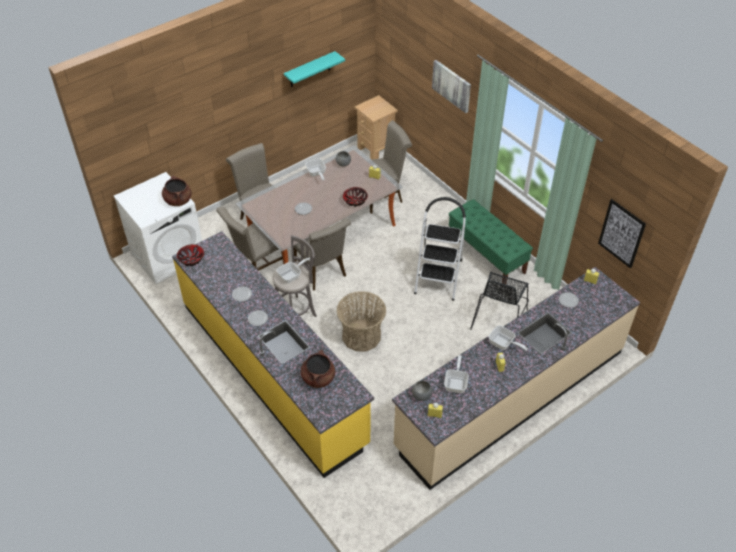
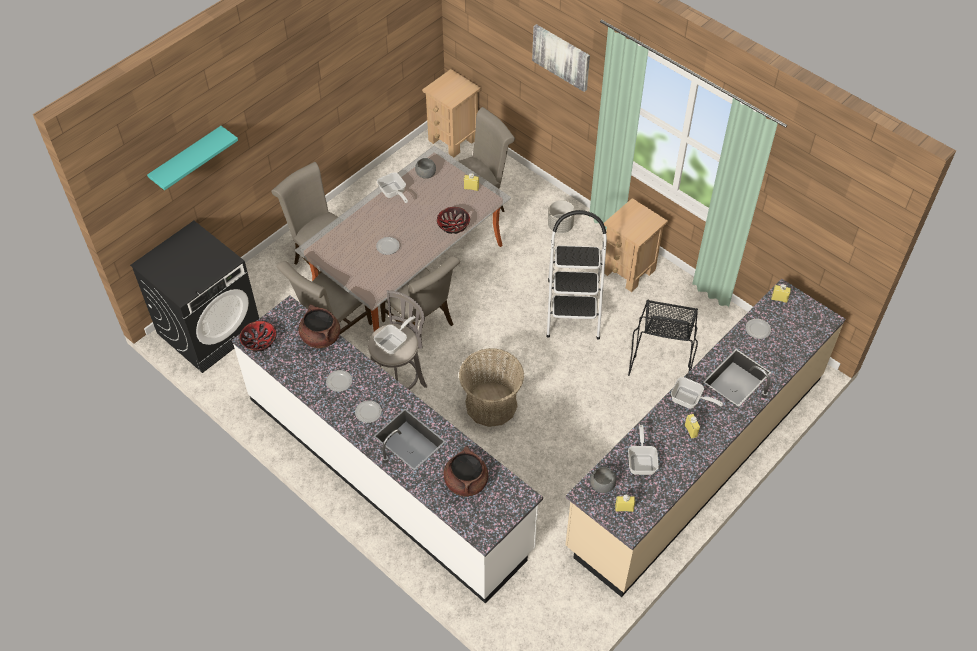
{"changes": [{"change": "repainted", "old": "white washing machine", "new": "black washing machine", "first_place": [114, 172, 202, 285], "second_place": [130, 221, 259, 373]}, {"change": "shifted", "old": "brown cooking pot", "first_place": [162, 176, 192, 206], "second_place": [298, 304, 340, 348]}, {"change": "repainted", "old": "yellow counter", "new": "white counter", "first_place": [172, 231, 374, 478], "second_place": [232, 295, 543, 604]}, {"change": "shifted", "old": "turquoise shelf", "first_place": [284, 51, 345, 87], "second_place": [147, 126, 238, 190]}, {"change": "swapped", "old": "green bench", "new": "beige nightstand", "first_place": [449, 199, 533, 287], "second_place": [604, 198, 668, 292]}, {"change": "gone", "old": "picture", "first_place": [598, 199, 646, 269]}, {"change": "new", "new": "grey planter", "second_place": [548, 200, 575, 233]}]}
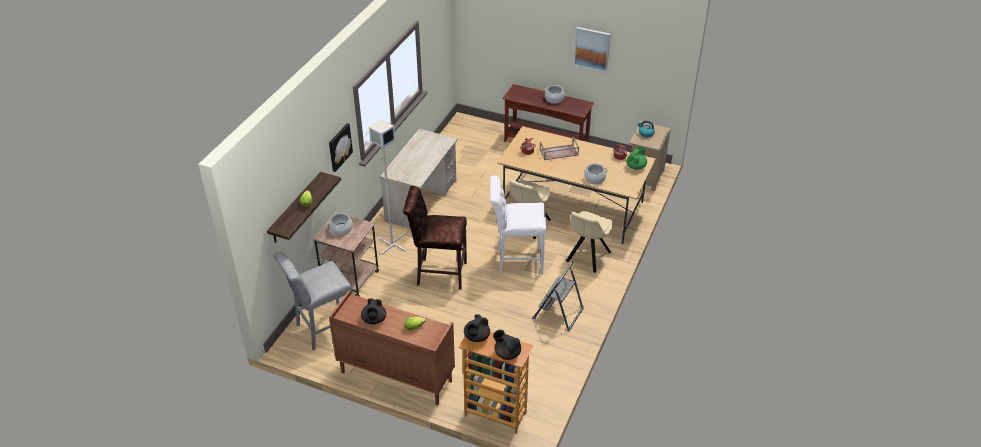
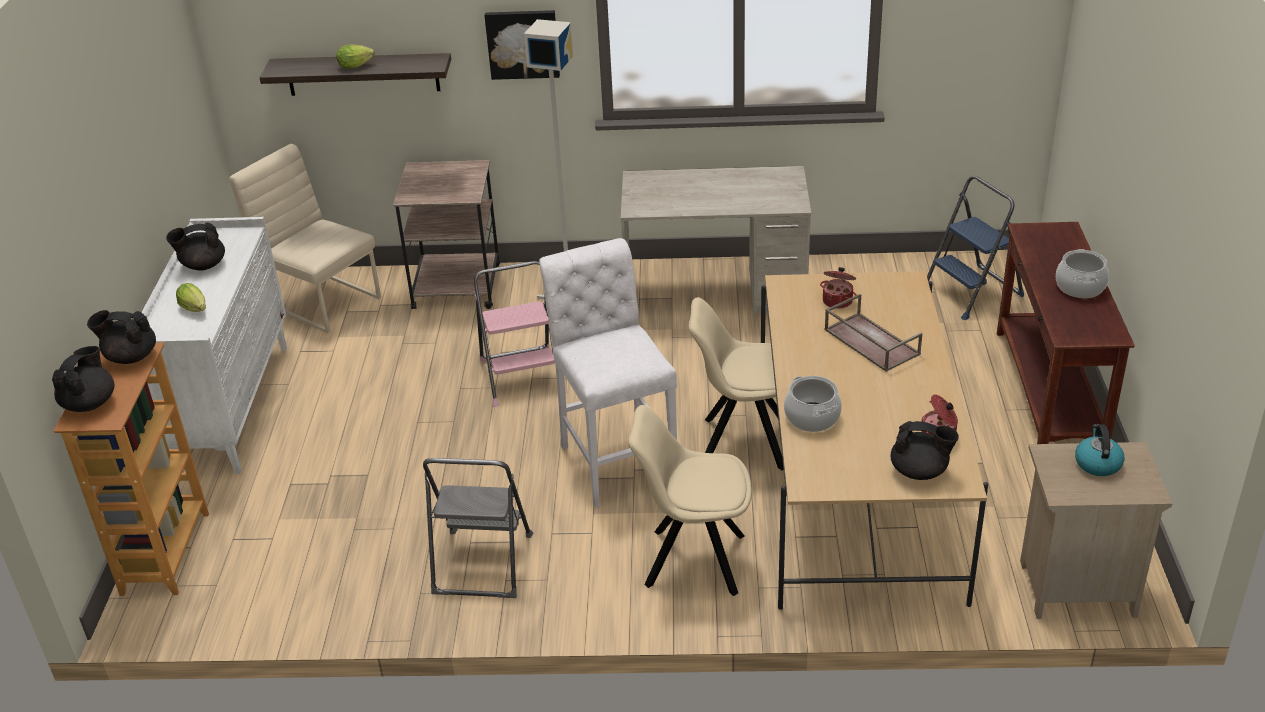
{"changes": [{"change": "swapped", "old": "grey stool", "new": "beige chair", "first_place": [274, 252, 352, 350], "second_place": [229, 144, 381, 333]}, {"change": "gone", "old": "cooking pot", "first_place": [329, 212, 353, 236]}, {"change": "repainted", "old": "brown cabinet", "new": "white cabinet", "first_place": [329, 290, 455, 406], "second_place": [141, 217, 287, 474]}, {"change": "swapped", "old": "brown stool", "new": "pink step ladder", "first_place": [403, 186, 467, 289], "second_place": [474, 261, 567, 407]}, {"change": "gone", "old": "picture", "first_place": [574, 27, 611, 72]}, {"change": "repainted", "old": "green teapot", "new": "black teapot", "first_place": [626, 146, 647, 170], "second_place": [891, 421, 959, 480]}, {"change": "new", "new": "blue step ladder", "second_place": [927, 176, 1024, 320]}]}
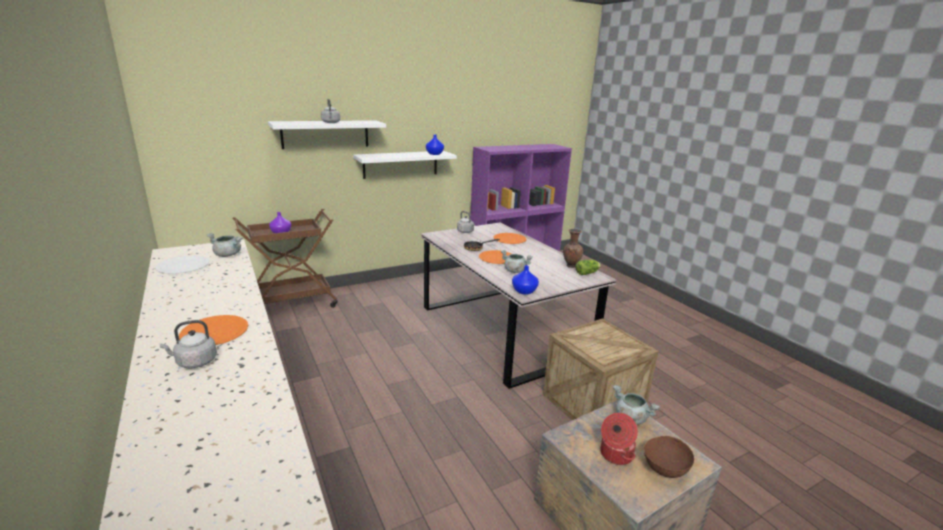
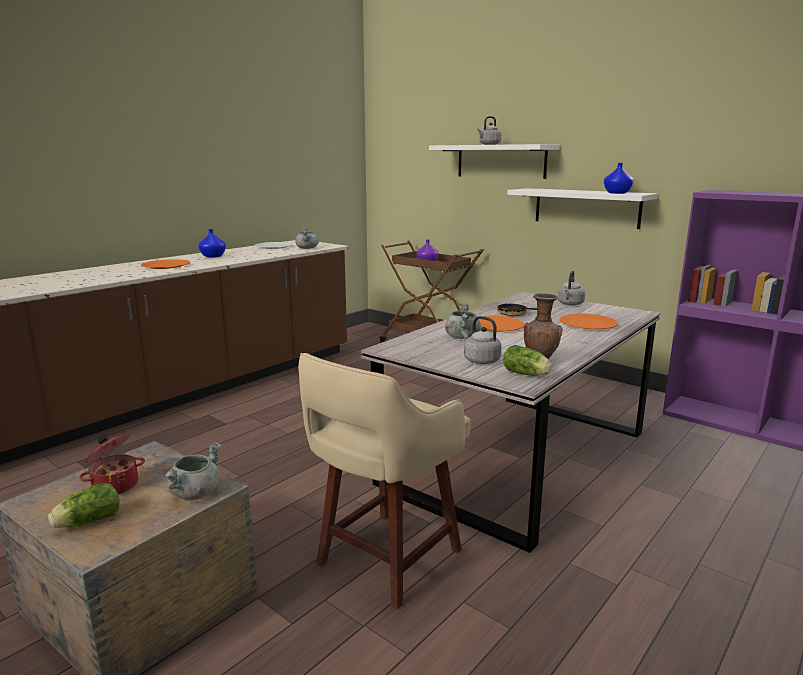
{"changes": [{"change": "shifted", "old": "grey kettle", "first_place": [159, 320, 217, 368], "second_place": [462, 316, 502, 364]}, {"change": "shifted", "old": "blue vase", "first_place": [512, 265, 539, 295], "second_place": [198, 229, 226, 258]}, {"change": "swapped", "old": "crate", "new": "beige stool", "first_place": [543, 319, 659, 420], "second_place": [298, 353, 471, 609]}, {"change": "swapped", "old": "brown bowl", "new": "lettuce", "first_place": [644, 436, 694, 478], "second_place": [48, 483, 120, 528]}]}
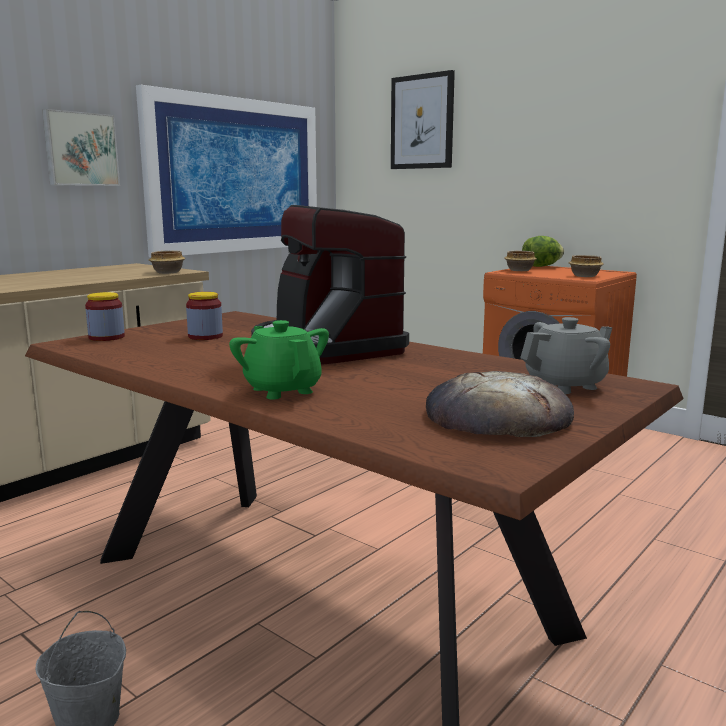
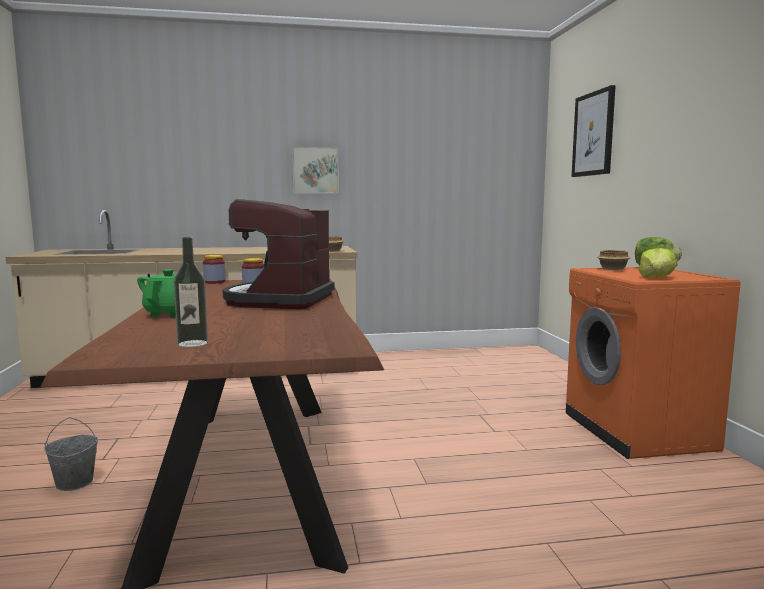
{"changes": [{"change": "gone", "old": "picture", "first_place": [136, 85, 317, 257]}, {"change": "swapped", "old": "bread", "new": "bottle", "first_place": [426, 371, 574, 437], "second_place": [174, 237, 208, 347]}, {"change": "gone", "old": "grey teapot", "first_place": [520, 317, 612, 394]}, {"change": "swapped", "old": "bowl", "new": "lettuce", "first_place": [569, 255, 604, 277], "second_place": [638, 248, 677, 277]}]}
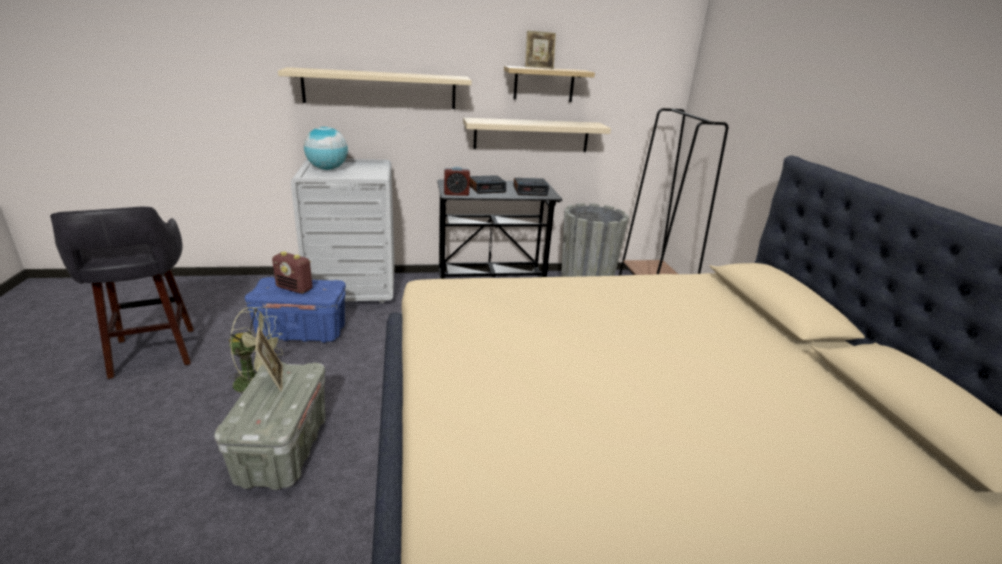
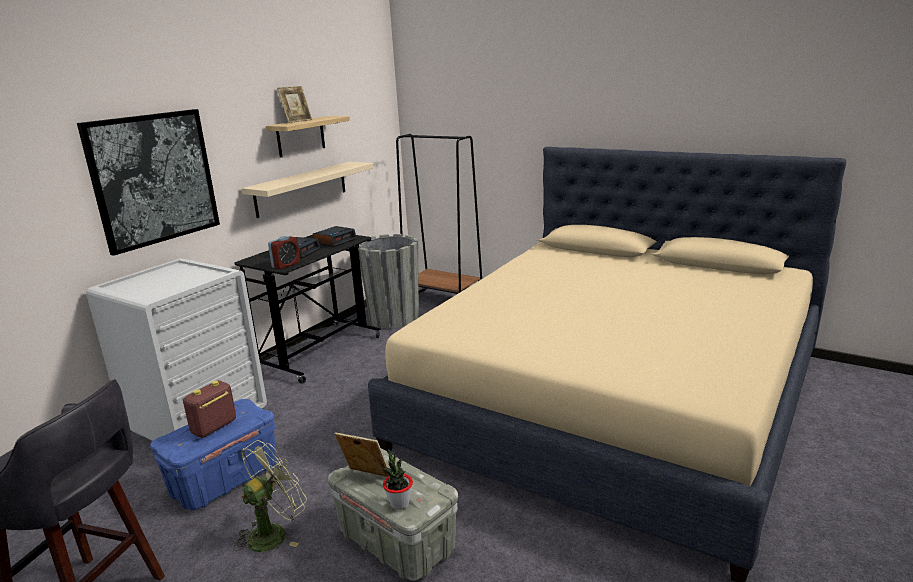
{"changes": [{"change": "rotated", "old": "radio", "first_place": [272, 251, 312, 294], "second_place": [183, 380, 236, 438], "degrees": 150}, {"change": "swapped", "old": "beige shelf", "new": "picture", "first_place": [278, 67, 472, 109], "second_place": [77, 109, 220, 256]}, {"change": "gone", "old": "globe", "first_place": [304, 127, 348, 170]}, {"change": "new", "new": "potted plant", "second_place": [382, 449, 413, 510]}]}
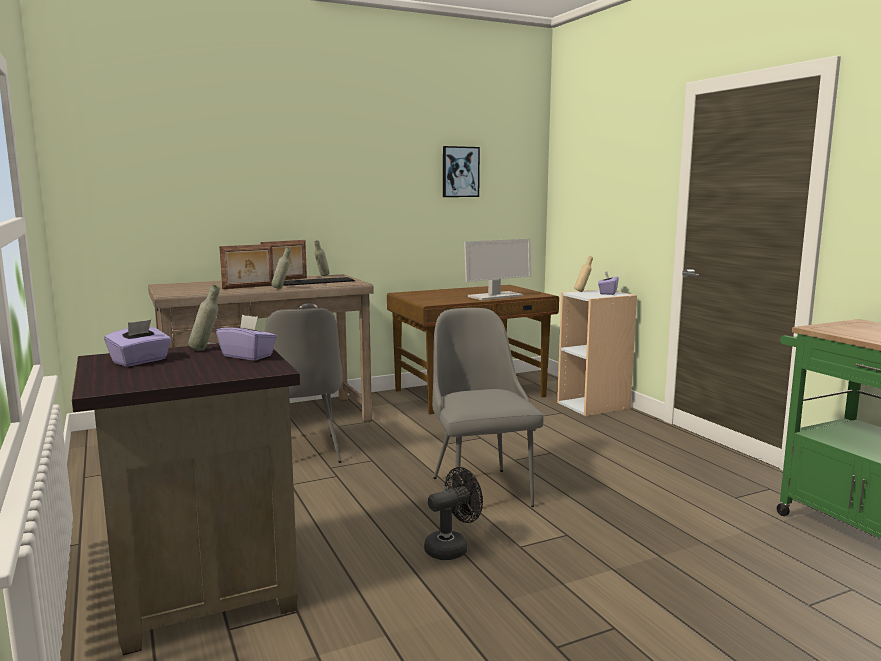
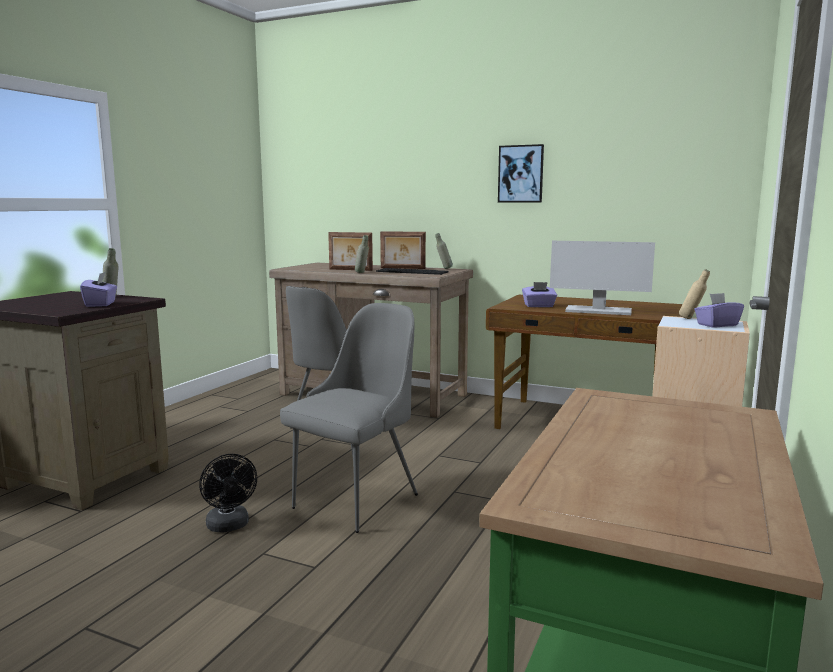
{"changes": [{"change": "shifted", "old": "purple tissue box", "first_place": [104, 320, 171, 367], "second_place": [522, 282, 557, 307]}, {"change": "rotated", "old": "black fan", "first_place": [424, 467, 483, 560], "second_place": [199, 454, 257, 532], "degrees": 45}, {"change": "shifted", "old": "picture", "first_place": [443, 146, 480, 197], "second_place": [498, 144, 544, 202]}]}
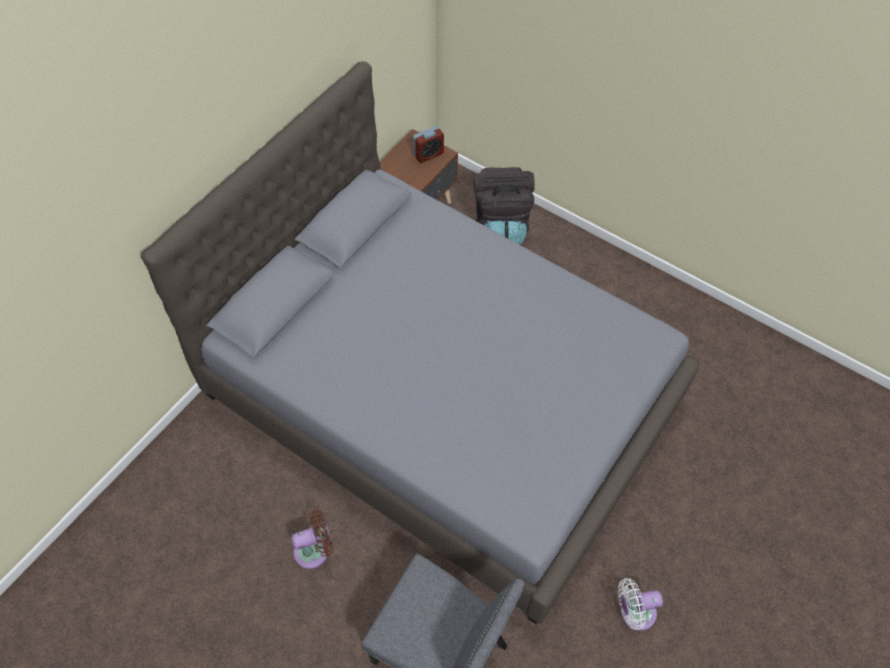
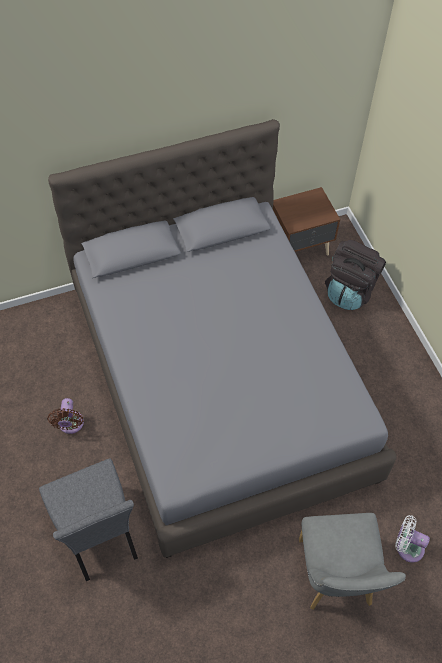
{"changes": [{"change": "rotated", "old": "brown fan", "first_place": [291, 510, 334, 569], "second_place": [47, 398, 84, 434], "degrees": 75}, {"change": "gone", "old": "alarm clock", "first_place": [413, 126, 444, 163]}, {"change": "shifted", "old": "white fan", "first_place": [618, 578, 663, 631], "second_place": [395, 515, 430, 563]}, {"change": "new", "new": "grey chair", "second_place": [299, 513, 406, 610]}]}
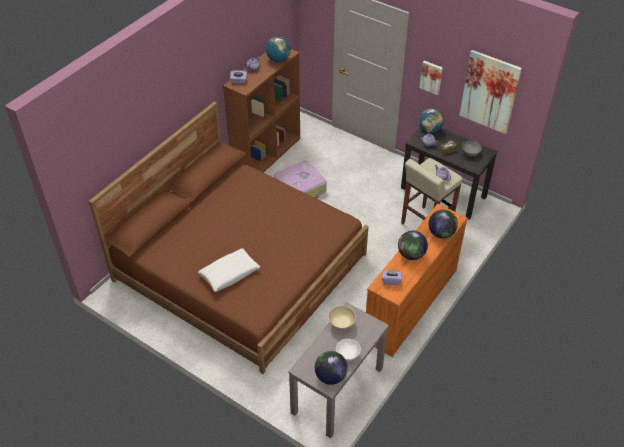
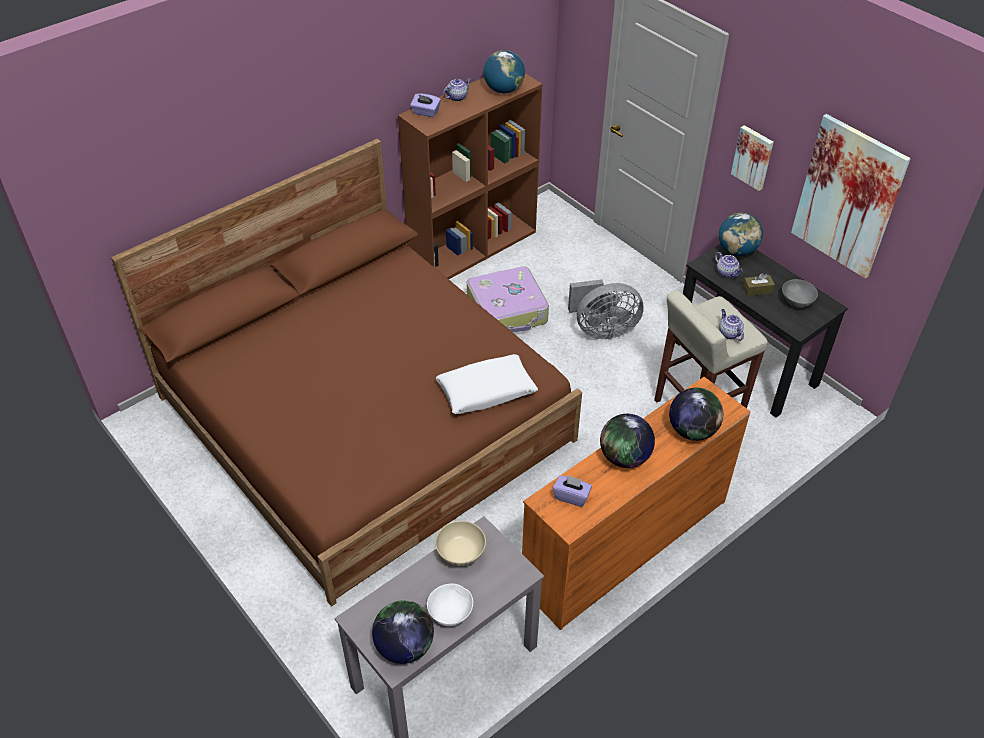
{"changes": [{"change": "shifted", "old": "white pillow", "first_place": [198, 248, 260, 292], "second_place": [436, 354, 538, 414]}, {"change": "new", "new": "grey fan", "second_place": [568, 279, 644, 339]}]}
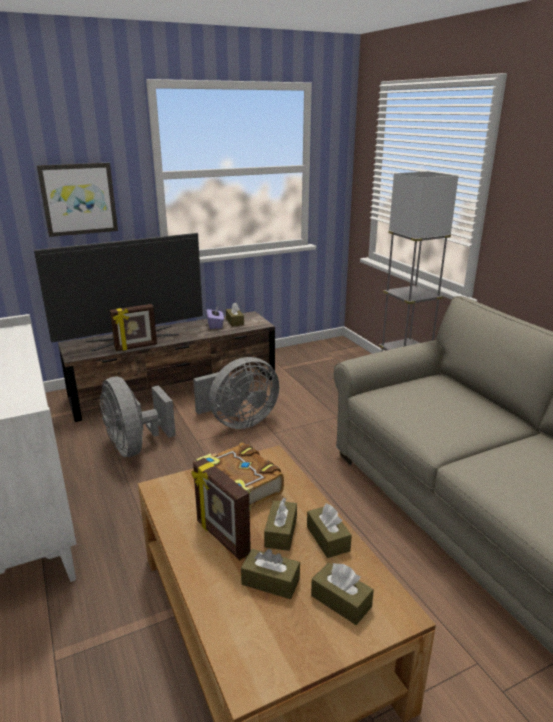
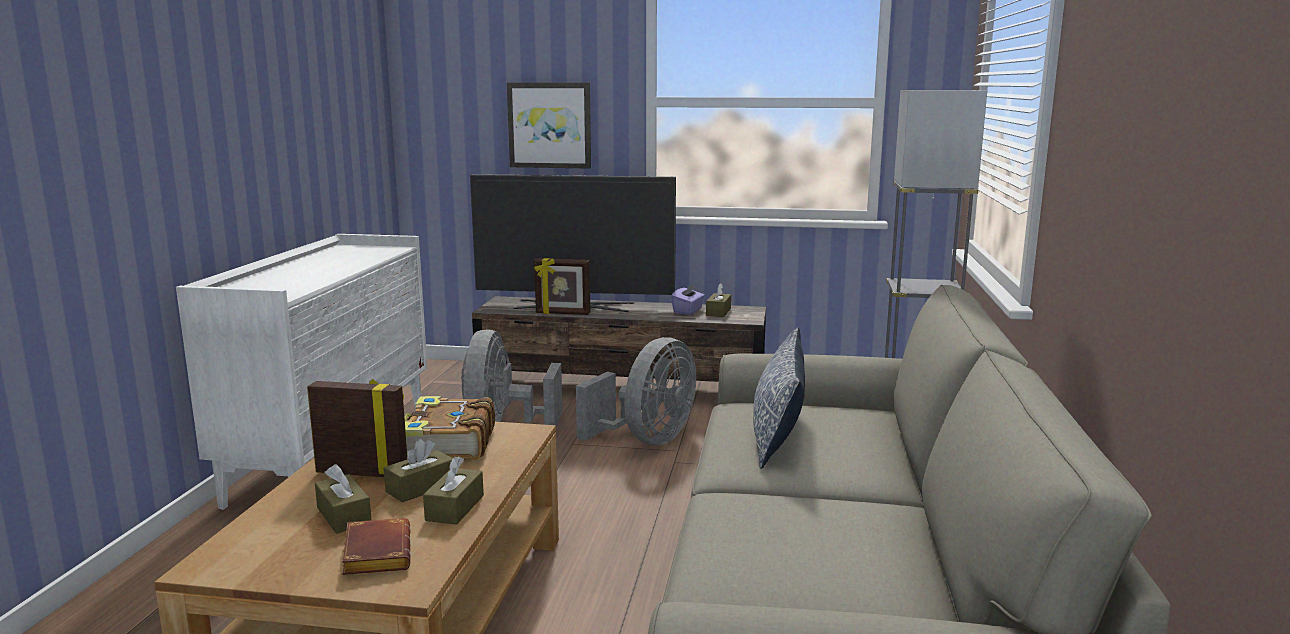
{"changes": [{"change": "rotated", "old": "picture frame", "first_place": [191, 458, 251, 560], "second_place": [307, 379, 407, 477], "degrees": 105}, {"change": "rotated", "old": "grey fan", "first_place": [193, 357, 279, 429], "second_place": [576, 337, 696, 445], "degrees": -60}, {"change": "swapped", "old": "brown tissue box", "new": "brown book", "first_place": [311, 562, 374, 625], "second_place": [342, 518, 411, 575]}, {"change": "new", "new": "pillow", "second_place": [753, 327, 805, 469]}]}
